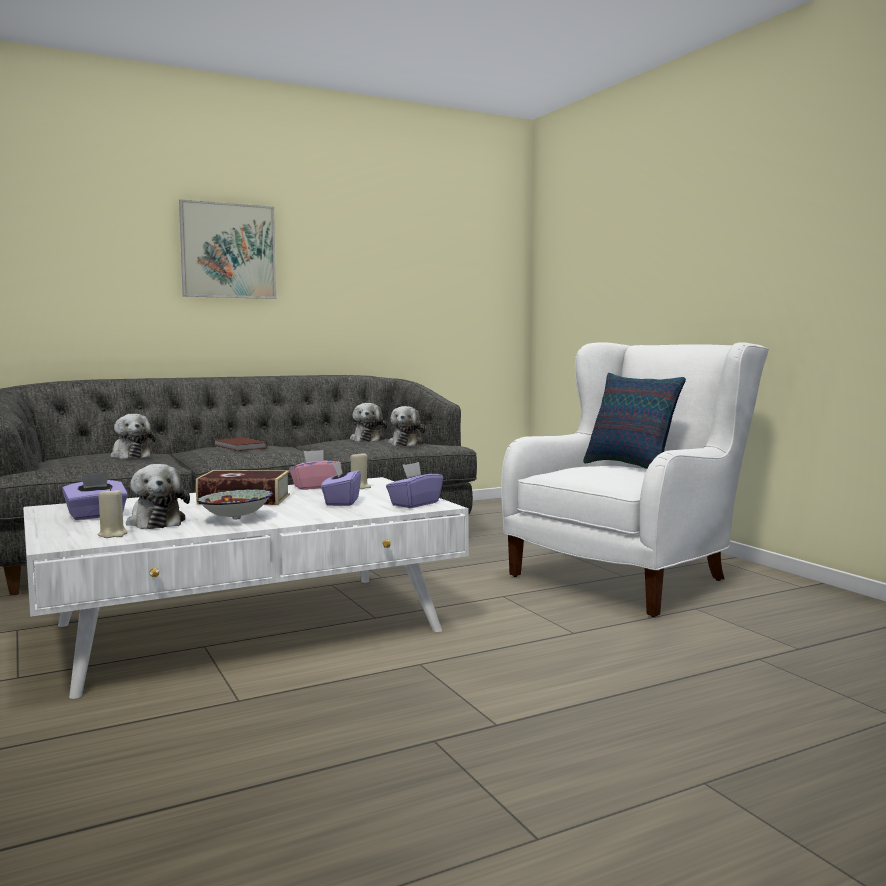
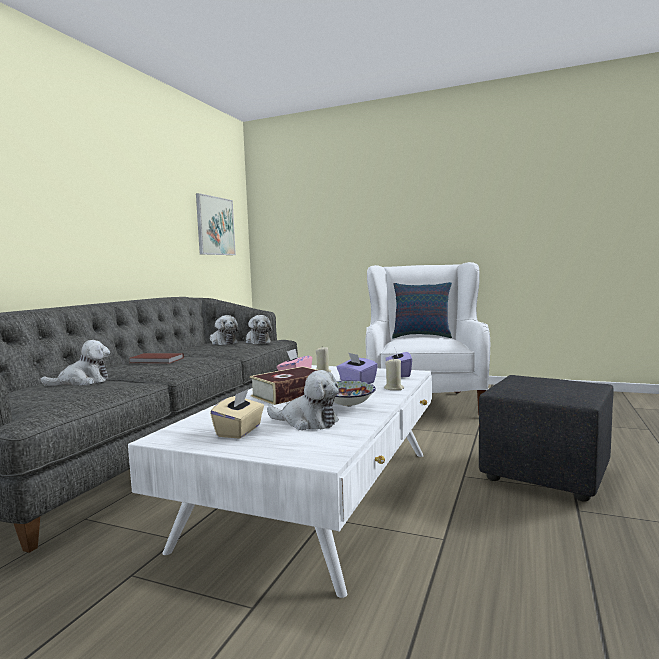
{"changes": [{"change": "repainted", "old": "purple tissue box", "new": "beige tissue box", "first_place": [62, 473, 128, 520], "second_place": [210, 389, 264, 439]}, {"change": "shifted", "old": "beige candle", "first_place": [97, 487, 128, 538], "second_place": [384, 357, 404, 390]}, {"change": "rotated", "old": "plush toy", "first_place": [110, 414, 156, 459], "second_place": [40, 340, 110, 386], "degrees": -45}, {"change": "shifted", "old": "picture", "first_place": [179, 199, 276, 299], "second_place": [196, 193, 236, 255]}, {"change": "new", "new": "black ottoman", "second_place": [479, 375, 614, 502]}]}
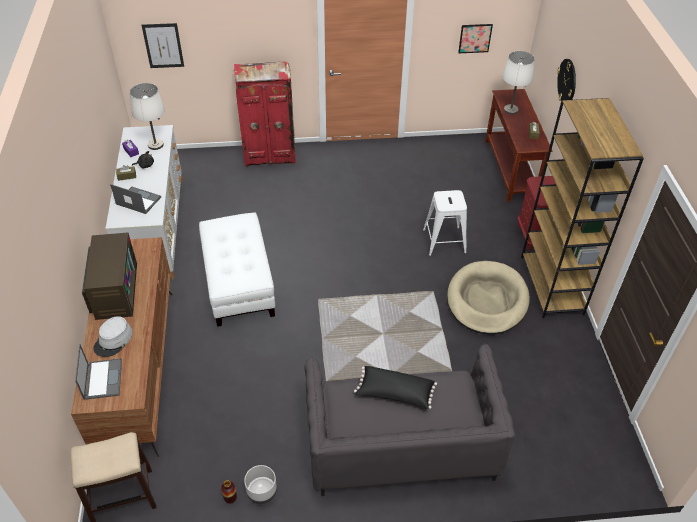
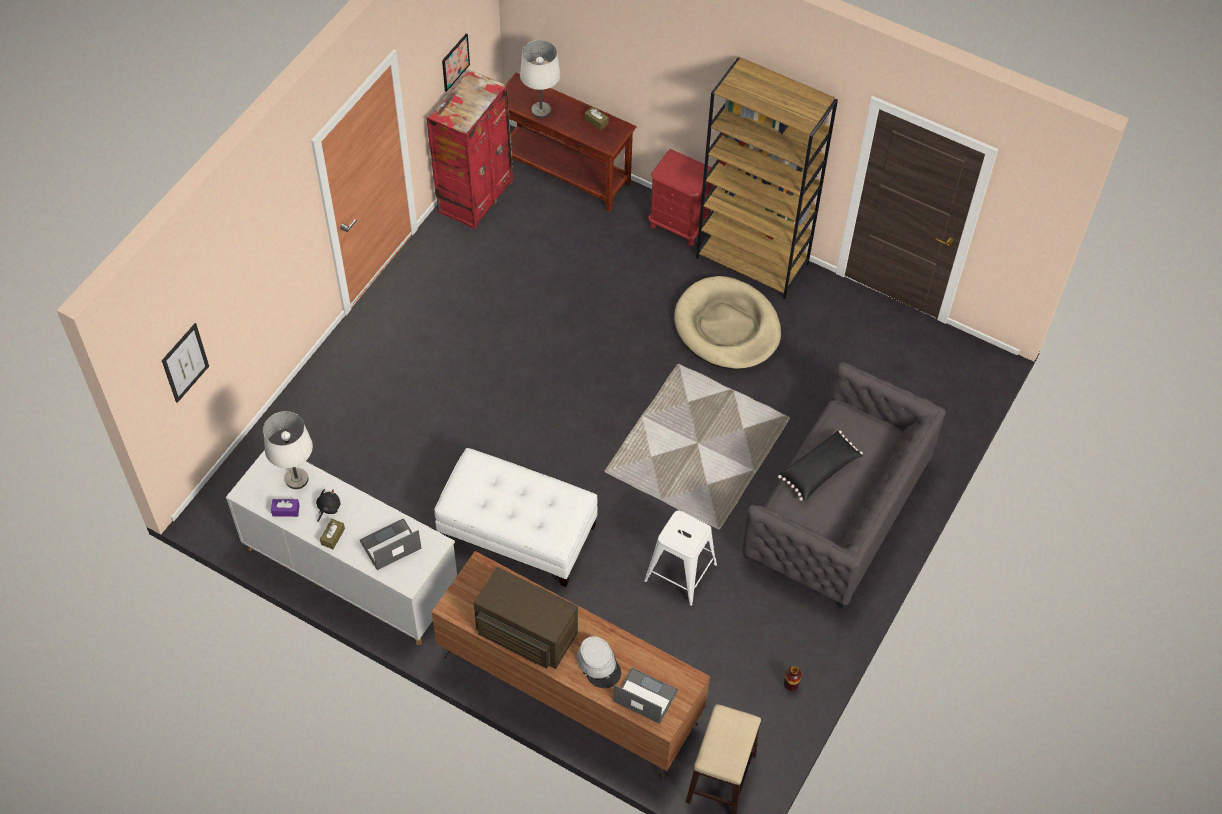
{"changes": [{"change": "shifted", "old": "red cabinet", "first_place": [234, 62, 296, 167], "second_place": [426, 71, 513, 229]}, {"change": "gone", "old": "grey planter", "first_place": [244, 465, 277, 505]}, {"change": "shifted", "old": "white stool", "first_place": [423, 190, 467, 256], "second_place": [644, 510, 717, 606]}, {"change": "gone", "old": "wall clock", "first_place": [557, 59, 576, 101]}]}
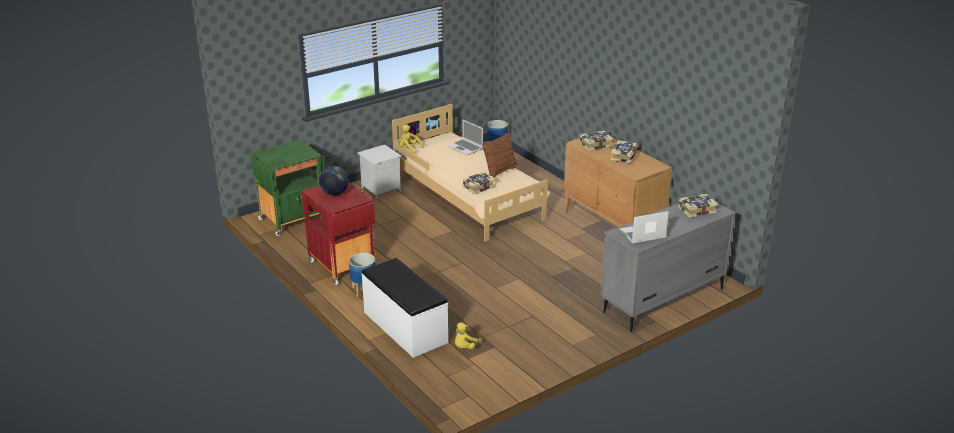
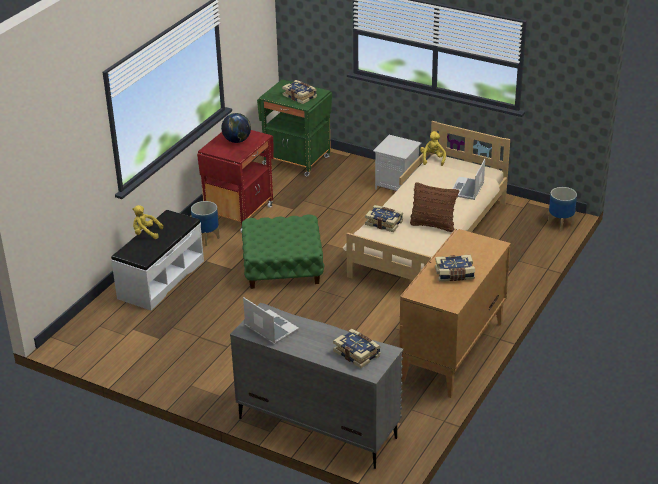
{"changes": [{"change": "shifted", "old": "yellow plush toy", "first_place": [455, 323, 482, 349], "second_place": [132, 205, 163, 239]}, {"change": "shifted", "old": "book", "first_place": [579, 131, 613, 151], "second_place": [282, 80, 317, 104]}, {"change": "new", "new": "green ottoman", "second_place": [242, 215, 324, 289]}]}
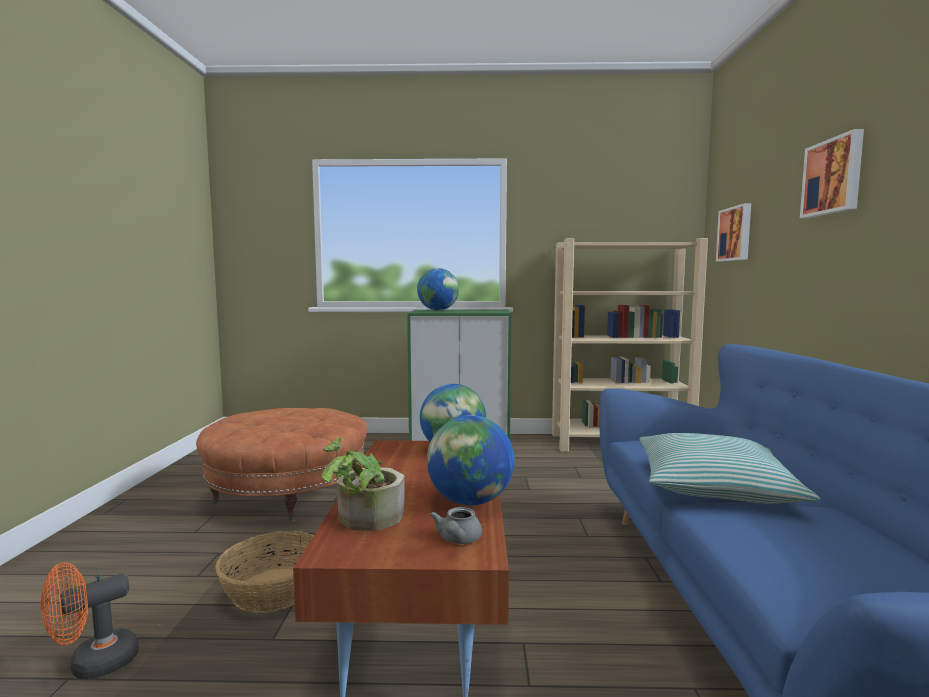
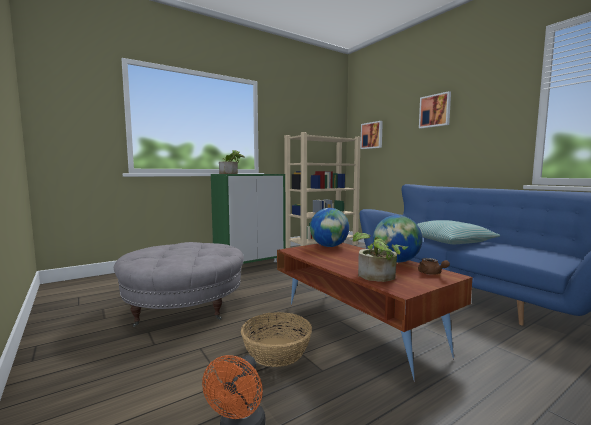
{"changes": [{"change": "repainted", "old": "brown ottoman", "new": "grey ottoman", "first_place": [196, 408, 367, 524], "second_place": [114, 242, 244, 327]}, {"change": "swapped", "old": "globe", "new": "potted plant", "first_place": [417, 268, 459, 311], "second_place": [219, 150, 245, 174]}, {"change": "repainted", "old": "grey teapot", "new": "brown teapot", "first_place": [430, 507, 482, 544], "second_place": [418, 258, 450, 275]}]}
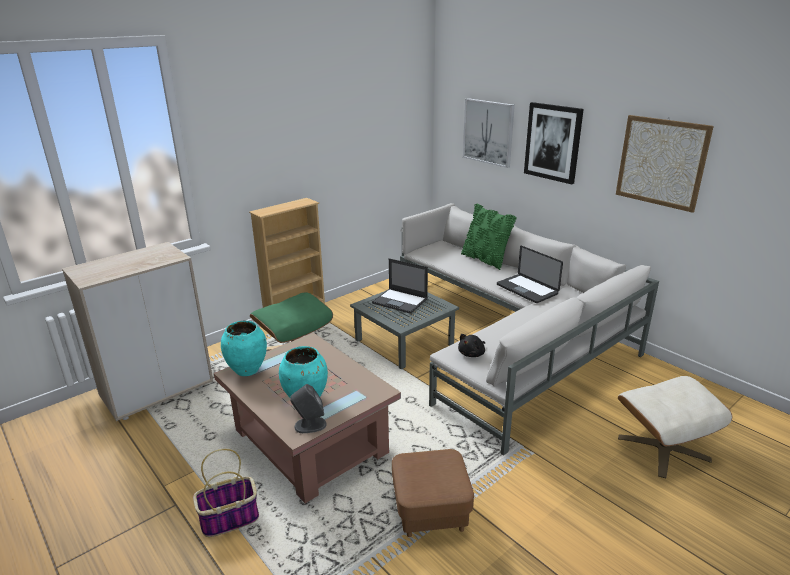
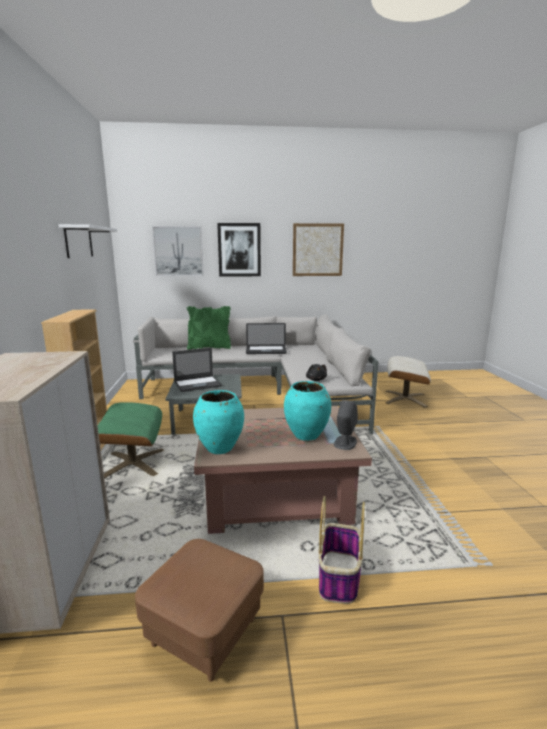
{"changes": [{"change": "shifted", "old": "brown ottoman", "first_place": [392, 449, 474, 537], "second_place": [135, 539, 264, 682]}, {"change": "new", "new": "white shelf", "second_place": [58, 224, 117, 258]}]}
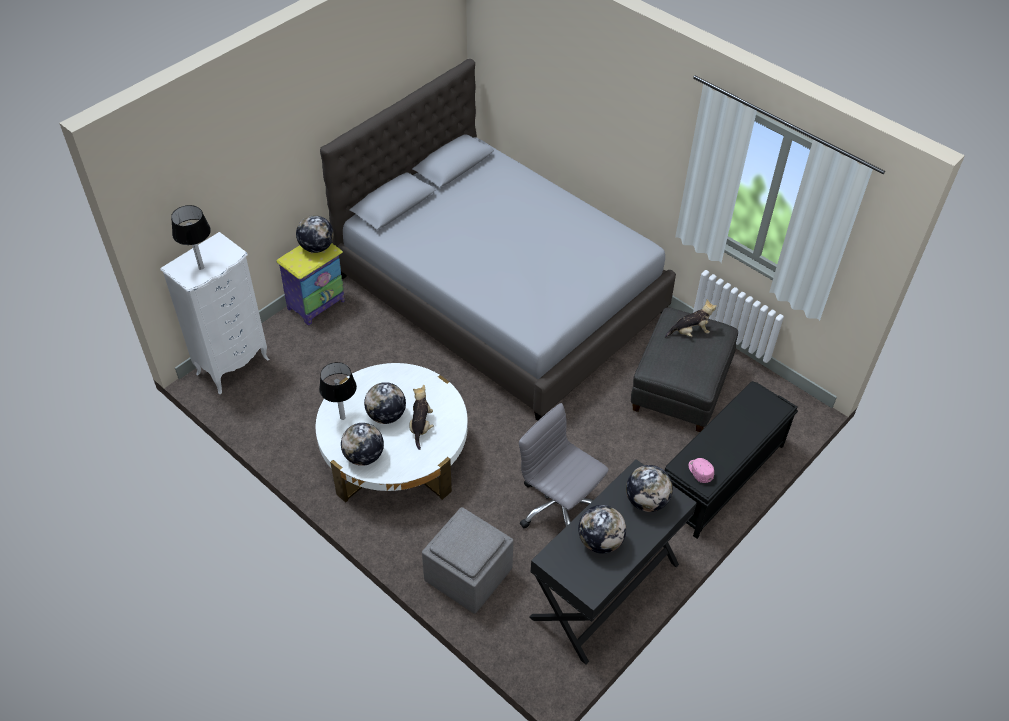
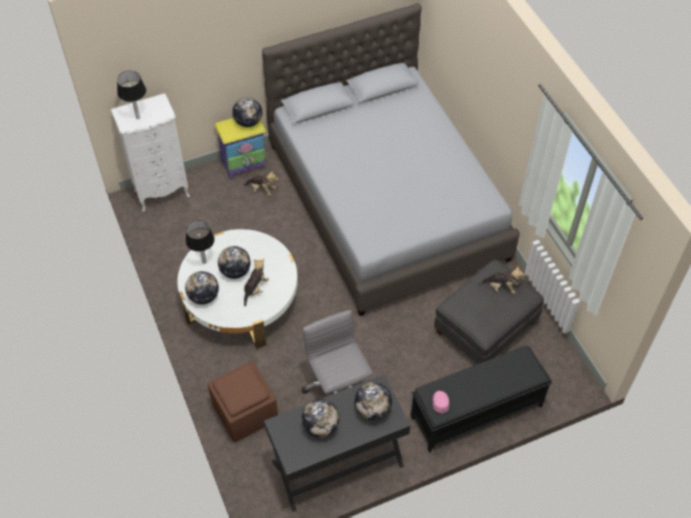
{"changes": [{"change": "repainted", "old": "grey ottoman", "new": "brown ottoman", "first_place": [422, 507, 513, 614], "second_place": [207, 361, 278, 442]}, {"change": "new", "new": "plush toy", "second_place": [243, 171, 279, 195]}]}
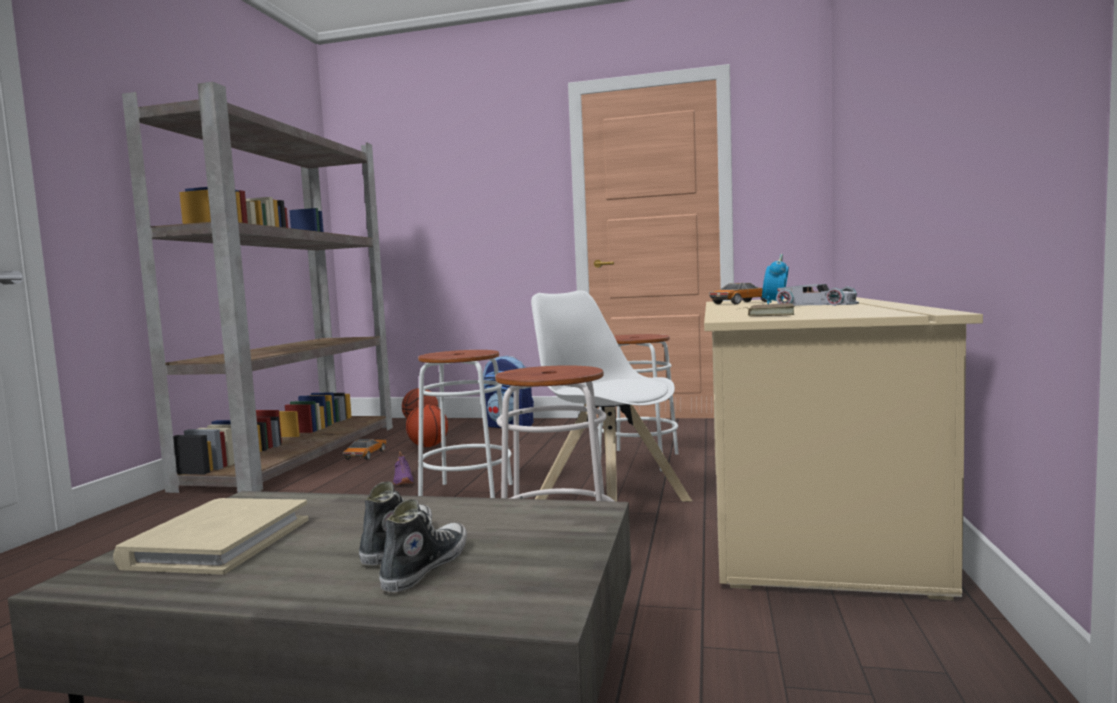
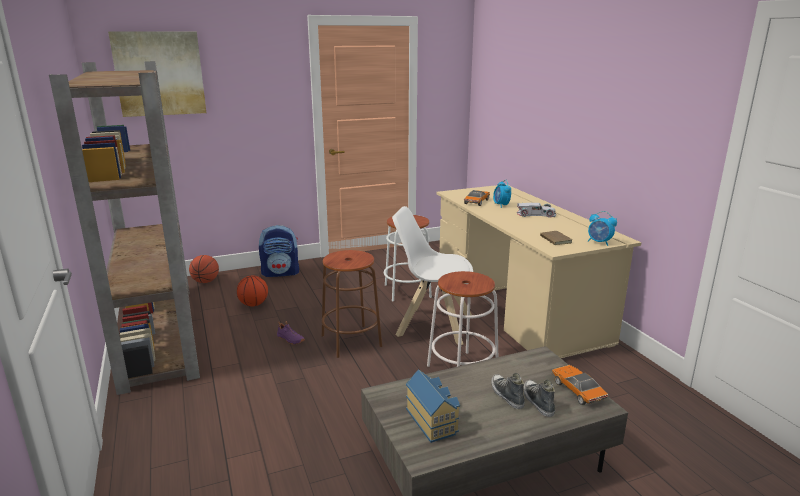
{"changes": [{"change": "swapped", "old": "beige book", "new": "toy house", "first_place": [113, 498, 309, 575], "second_place": [406, 369, 460, 443]}, {"change": "shifted", "old": "toy car", "first_place": [343, 439, 387, 460], "second_place": [552, 365, 609, 405]}, {"change": "repainted", "old": "white stool", "new": "brown stool", "first_place": [418, 350, 513, 498], "second_place": [322, 250, 382, 358]}, {"change": "new", "new": "picture", "second_place": [108, 31, 206, 117]}, {"change": "new", "new": "alarm clock", "second_place": [588, 211, 617, 246]}]}
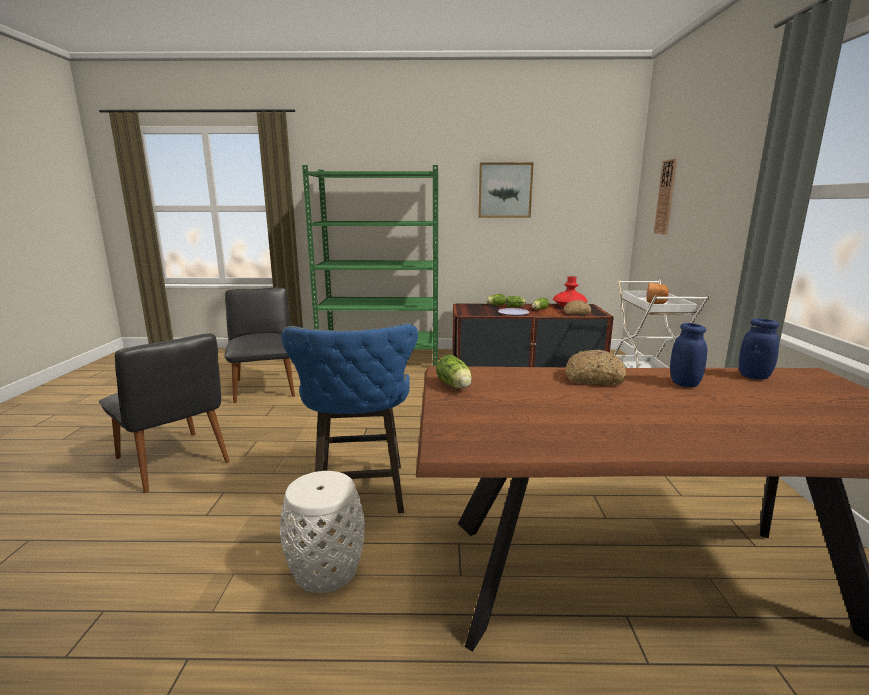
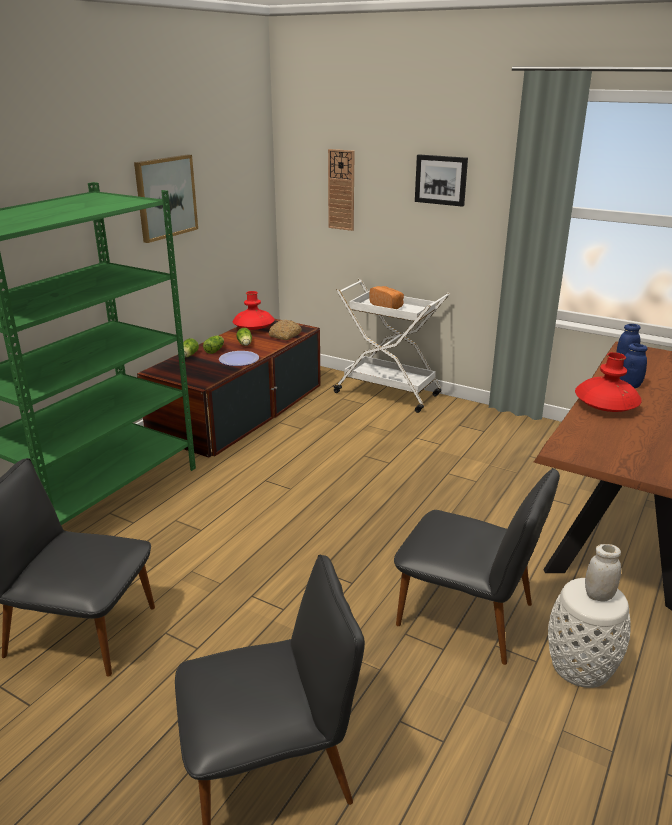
{"changes": [{"change": "swapped", "old": "blue stool", "new": "black chair", "first_place": [281, 323, 418, 513], "second_place": [394, 468, 560, 665]}, {"change": "gone", "old": "lettuce", "first_place": [436, 355, 472, 388]}, {"change": "swapped", "old": "bread", "new": "red vase", "first_place": [565, 350, 626, 385], "second_place": [575, 352, 642, 412]}, {"change": "new", "new": "picture", "second_place": [415, 154, 468, 207]}, {"change": "new", "new": "white jar", "second_place": [585, 544, 621, 602]}]}
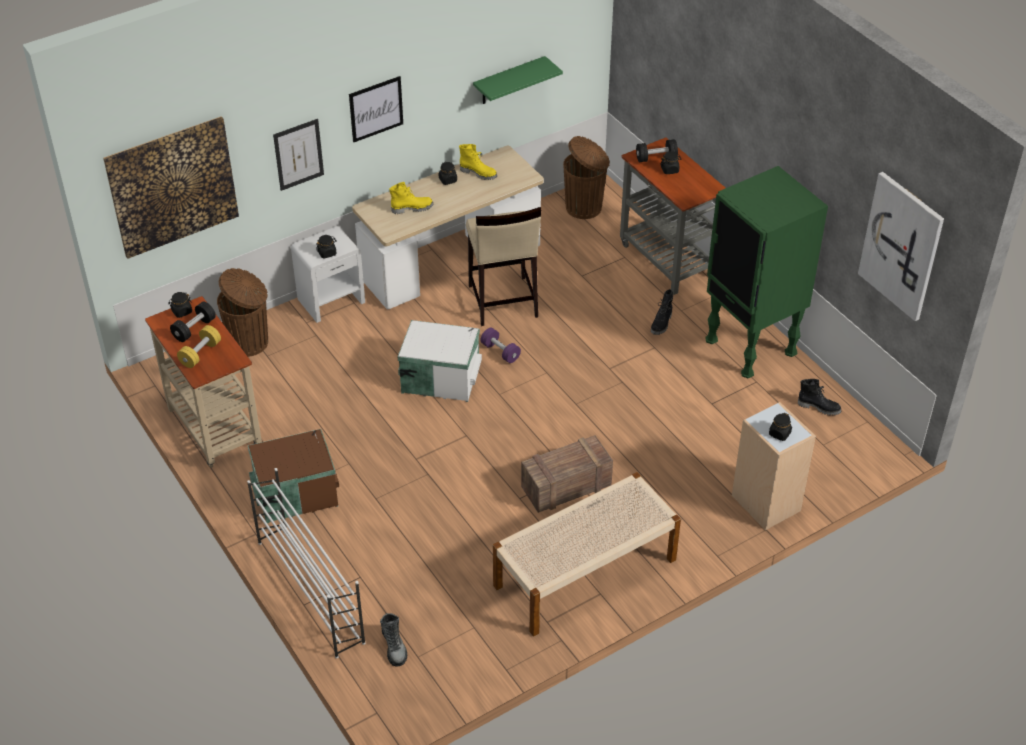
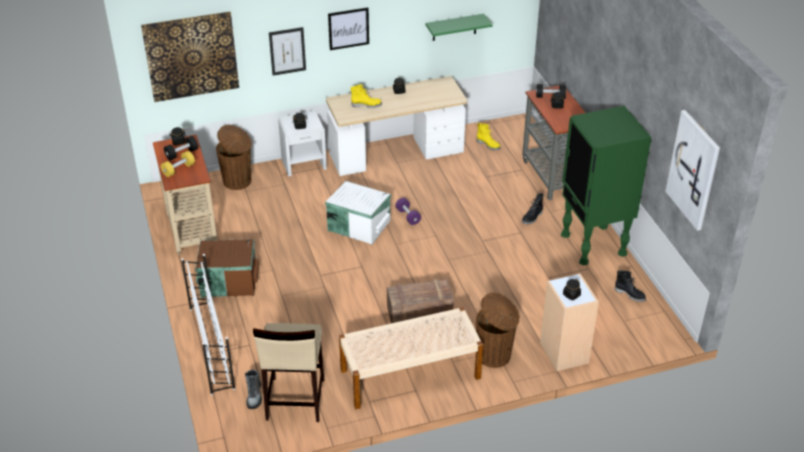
{"changes": [{"change": "shifted", "old": "yellow boot", "first_place": [459, 144, 497, 180], "second_place": [477, 123, 501, 150]}, {"change": "shifted", "old": "beige stool", "first_place": [466, 207, 541, 326], "second_place": [253, 323, 324, 422]}, {"change": "shifted", "old": "brown trash can", "first_place": [563, 136, 610, 219], "second_place": [476, 292, 520, 368]}]}
